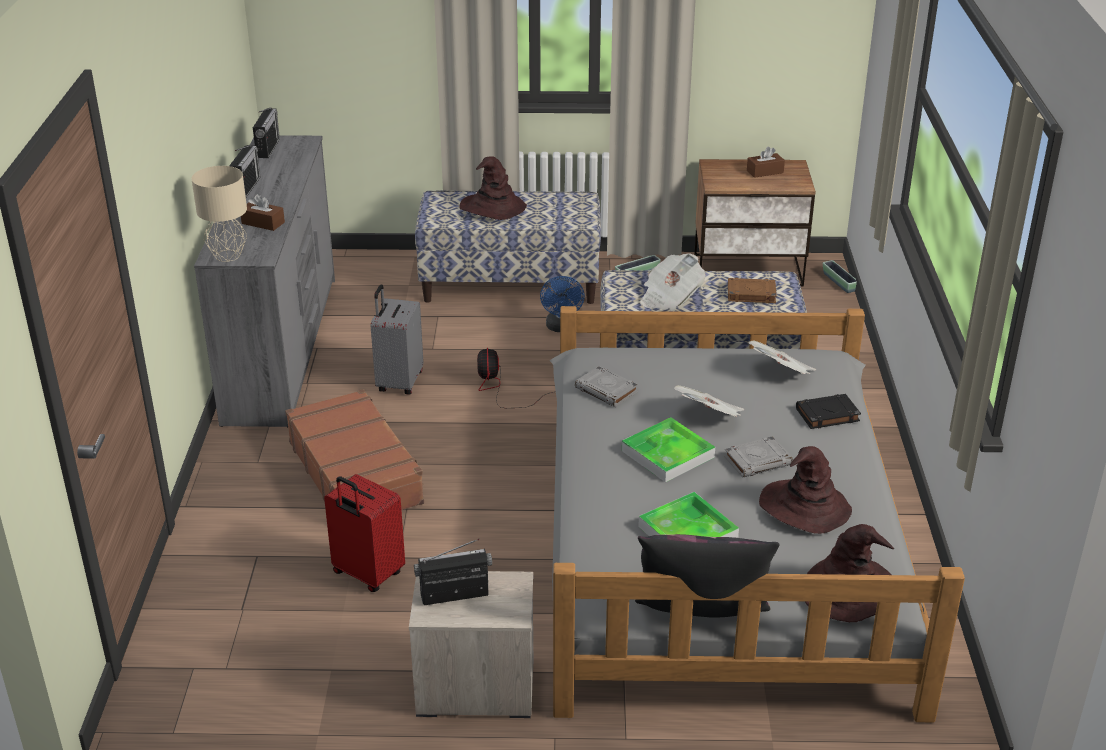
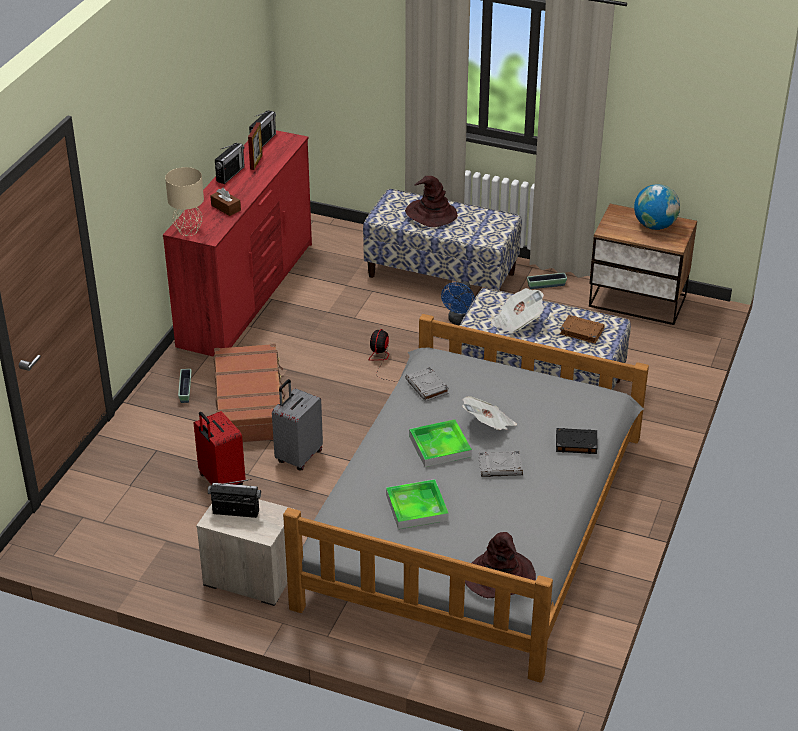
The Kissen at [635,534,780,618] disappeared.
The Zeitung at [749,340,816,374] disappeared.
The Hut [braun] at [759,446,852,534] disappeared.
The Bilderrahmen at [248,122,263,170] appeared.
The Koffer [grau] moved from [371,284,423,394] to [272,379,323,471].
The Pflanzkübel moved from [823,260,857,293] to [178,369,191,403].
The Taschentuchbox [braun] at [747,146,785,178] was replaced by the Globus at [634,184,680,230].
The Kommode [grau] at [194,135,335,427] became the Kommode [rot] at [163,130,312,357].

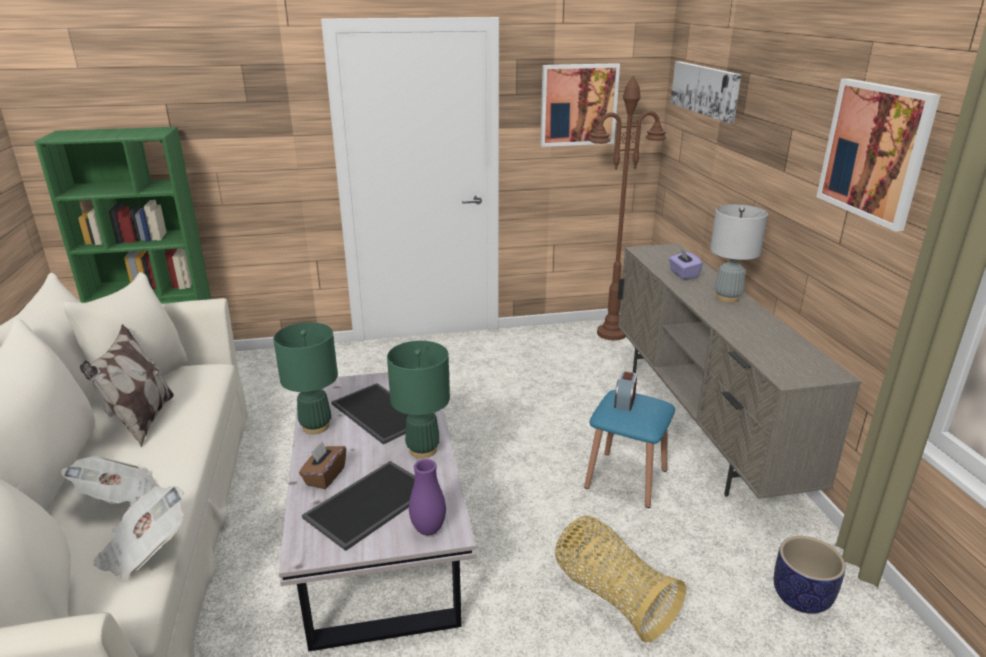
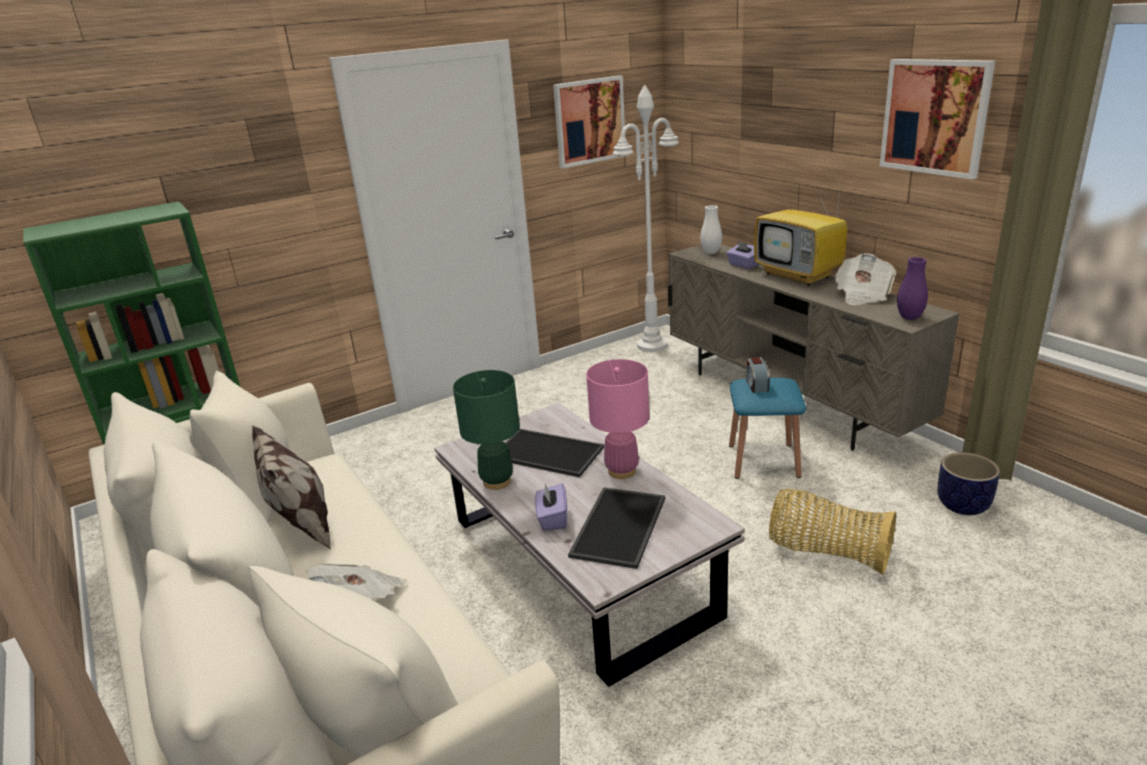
The Bild at [671,61,741,123] disappeared.
The Vase [weiß] at [700,205,722,254] appeared.
The Zeitung moved from [94,486,184,579] to [834,253,896,305].
The Vase [lila] moved from [409,459,446,535] to [897,257,928,320].
The Tischlampe [grau] at [710,204,768,303] was replaced by the Fernseher at [754,173,847,286].
The Taschentuchbox [braun] at [299,441,346,489] became the Taschentuchbox [lila] at [535,483,567,531].
The Tischlampe [grün] at [387,341,450,459] became the Tischlampe [rosa] at [586,359,649,479].
The Stehlampe [braun] at [589,75,666,340] became the Stehlampe [weiß] at [613,85,679,352].

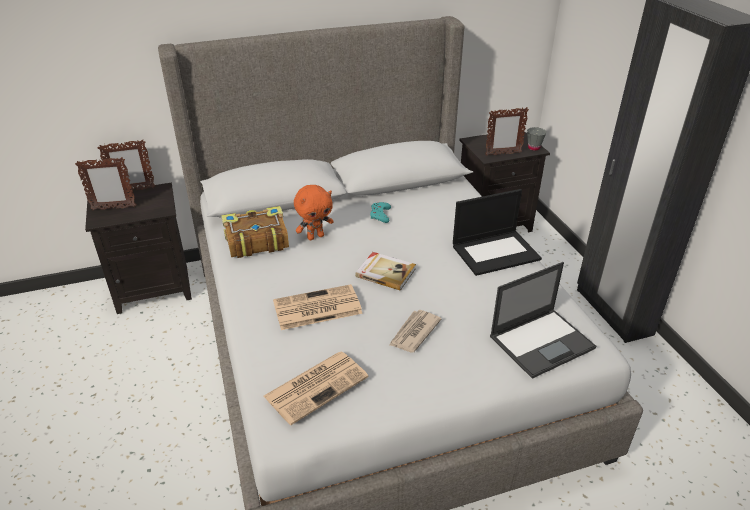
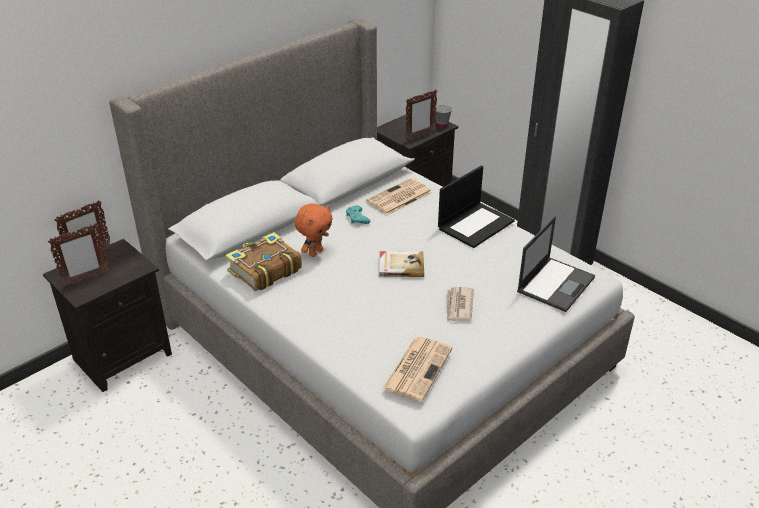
The Zeitung moved from [273,284,363,330] to [366,178,432,215].

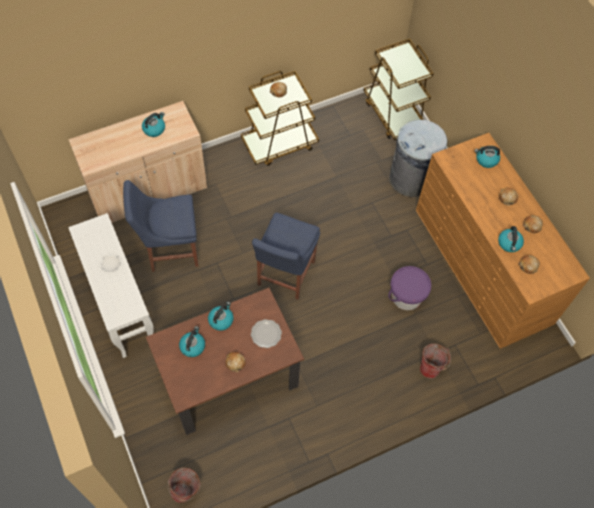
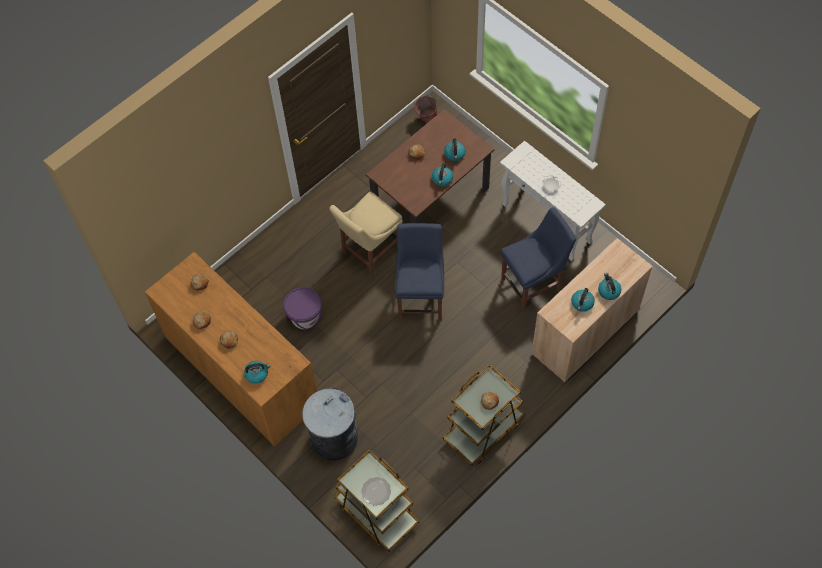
The Eimer at [420,344,451,379] disappeared.
The Stuhl [beige] at [329,191,403,276] appeared.
The Teller moved from [251,319,282,348] to [361,477,391,506].
The Wasserkessel moved from [498,226,524,252] to [598,273,621,300].

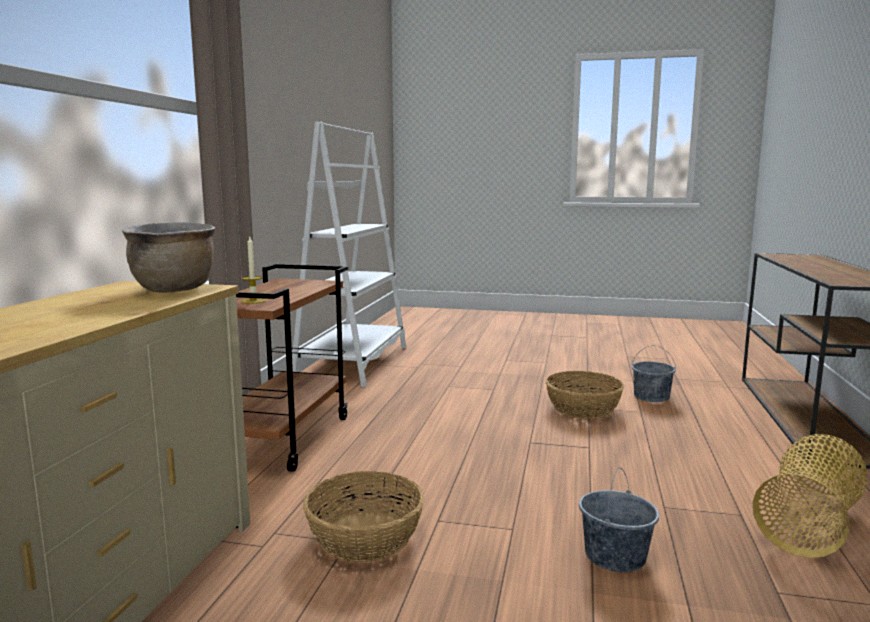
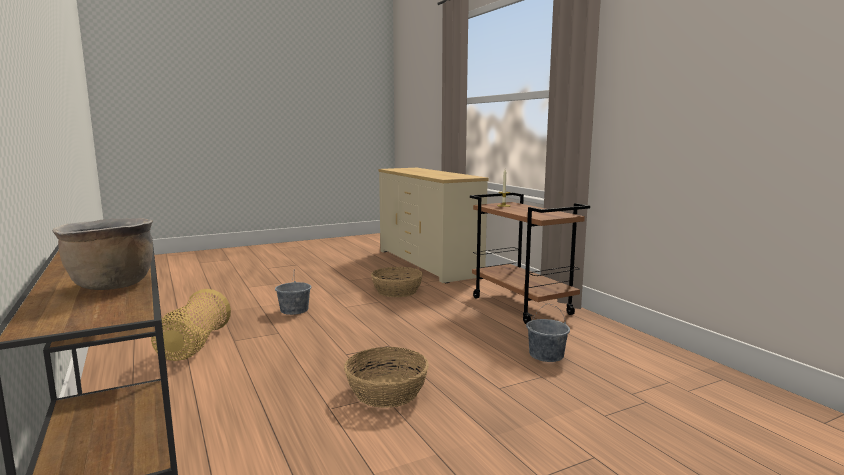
The Bücherregal [weiß] at [292,121,406,387] disappeared.
The Kochtopf [braun] moved from [122,222,216,292] to [52,218,153,290].
The Eimer [grau] moved from [632,345,676,402] to [526,304,570,362].

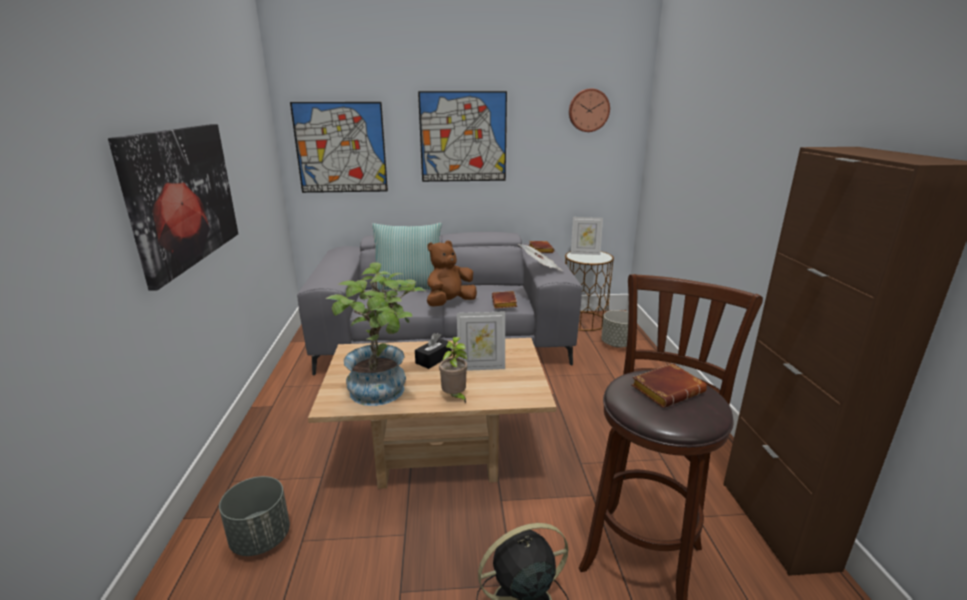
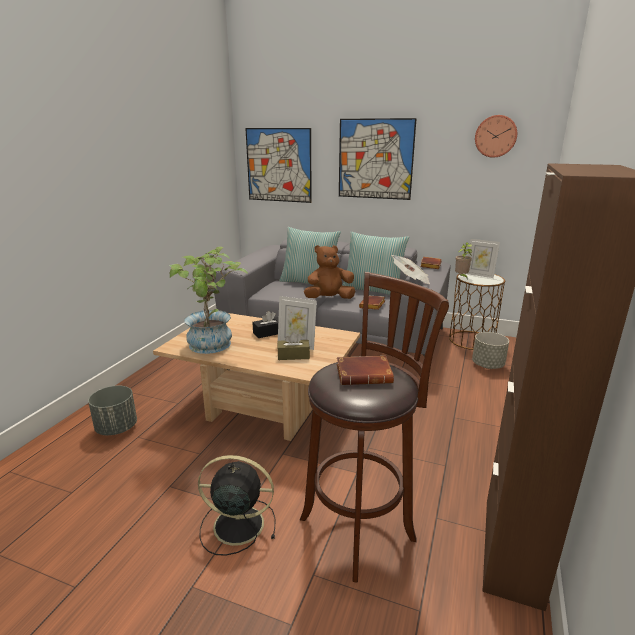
The Bild at [108,124,238,291] disappeared.
The Taschentuchbox [braun] at [277,332,310,360] appeared.
The Kissen at [342,232,409,295] appeared.
The Topfpflanze moved from [439,337,468,403] to [455,242,472,279].

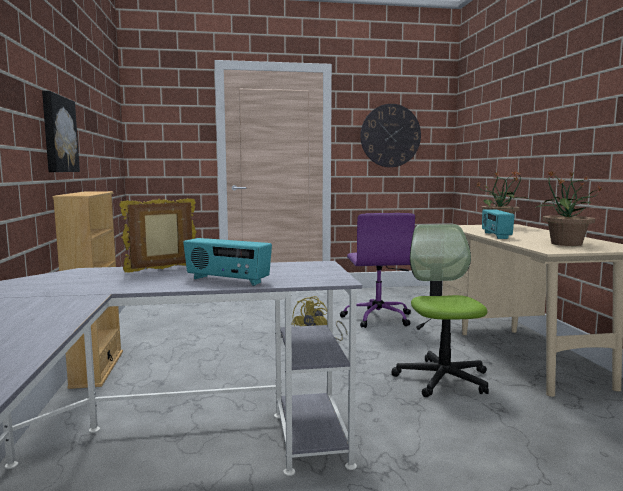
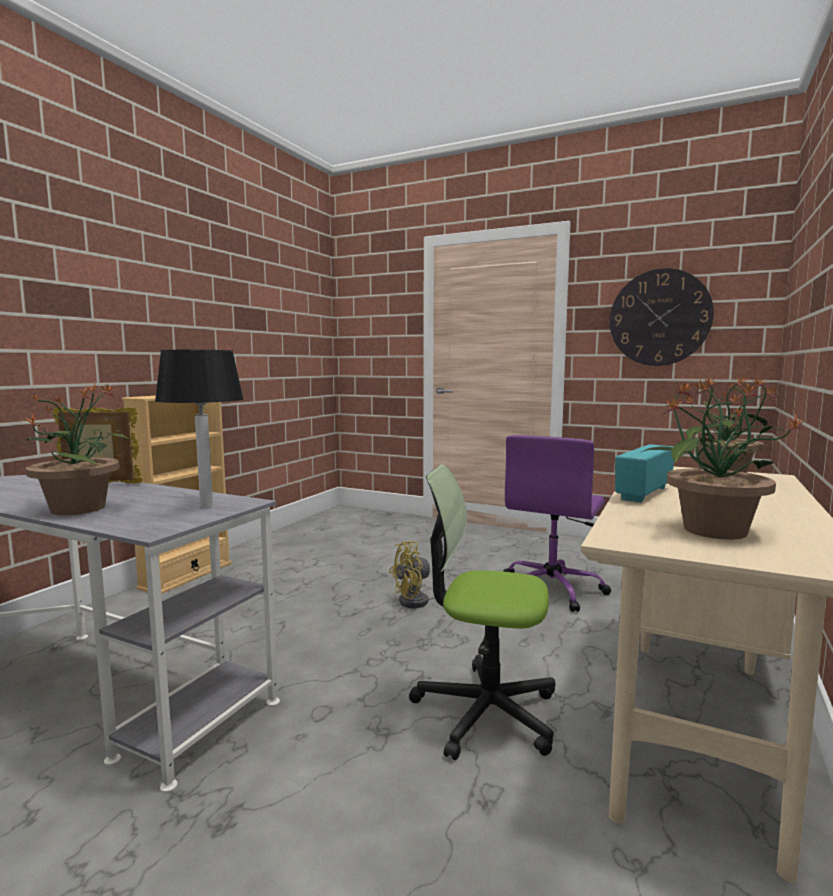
The Bild at [42,91,80,172] disappeared.
The Tischlampe at [155,350,244,508] appeared.
The Radio at [183,238,272,286] was replaced by the Topfpflanze at [24,383,130,515].
The Bürostuhl at [391,224,489,397] turned 105 degrees counterclockwise.

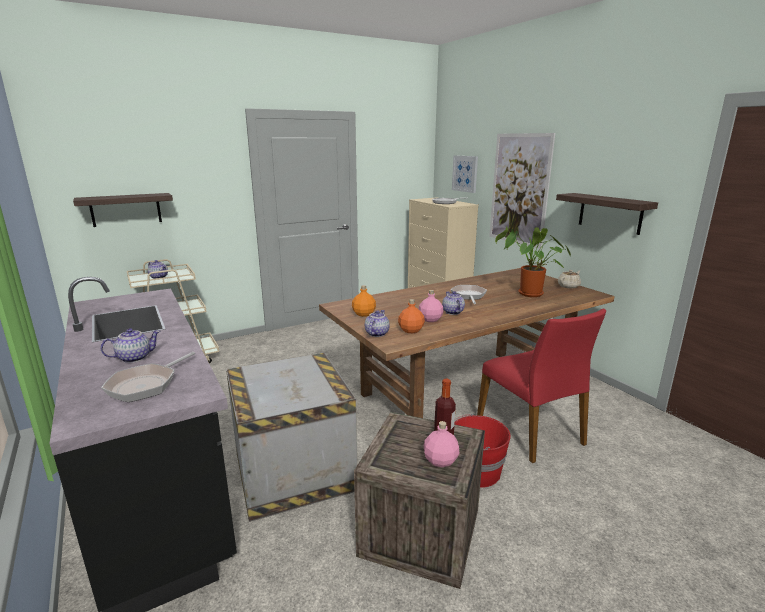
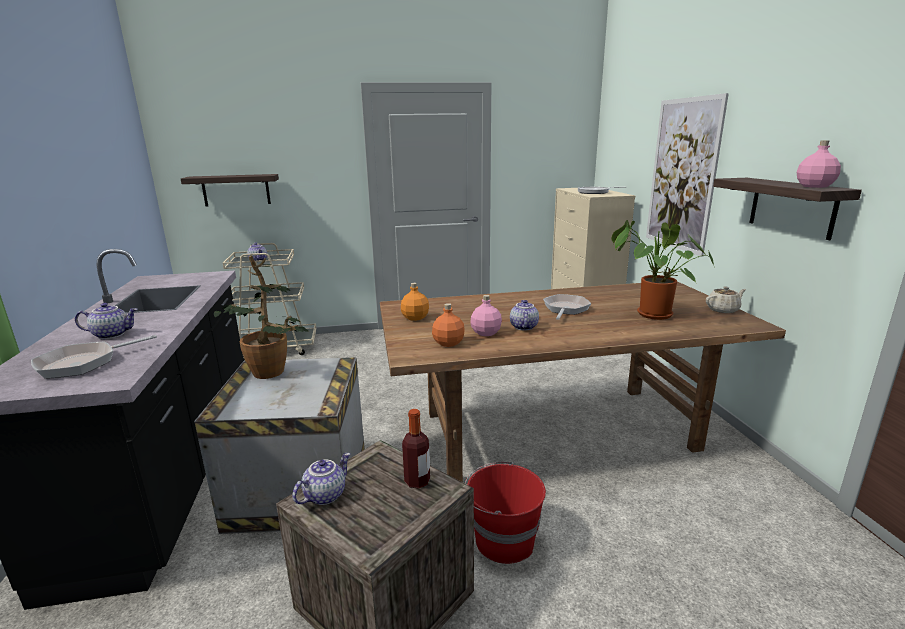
The Bild at [452,155,478,193] disappeared.
The Stuhl [rot] at [477,309,606,463] disappeared.
The Topfpflanze at [214,256,308,379] appeared.
The Teekanne moved from [365,310,390,337] to [292,453,350,505].
The Flasche [rosa] moved from [424,421,459,467] to [797,141,841,188].

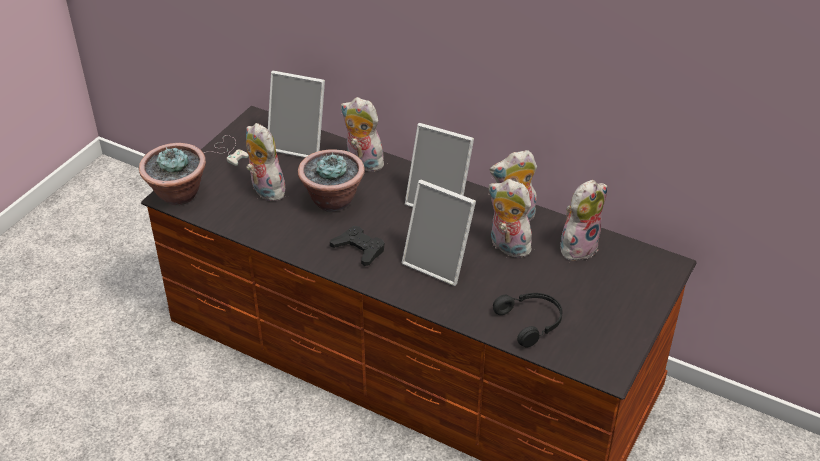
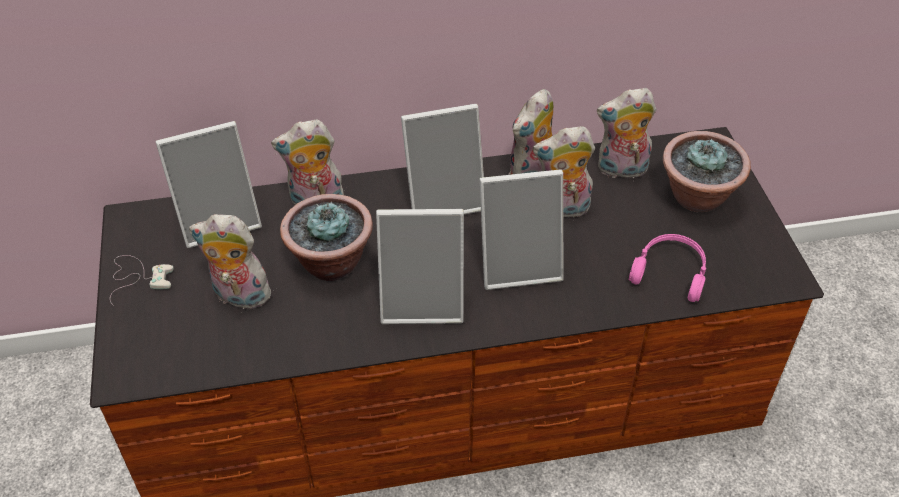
The Topfpflanze moved from [139,143,206,205] to [663,131,751,213].
The Gamepad [schwarz] at [330,226,385,266] was replaced by the Bilderrahmen at [376,209,464,324].
The Kopfhörer [schwarz] at [493,293,563,347] became the Kopfhörer [rosa] at [629,234,706,302].
The Plüschtier at [560,180,607,261] turned 105 degrees counterclockwise.

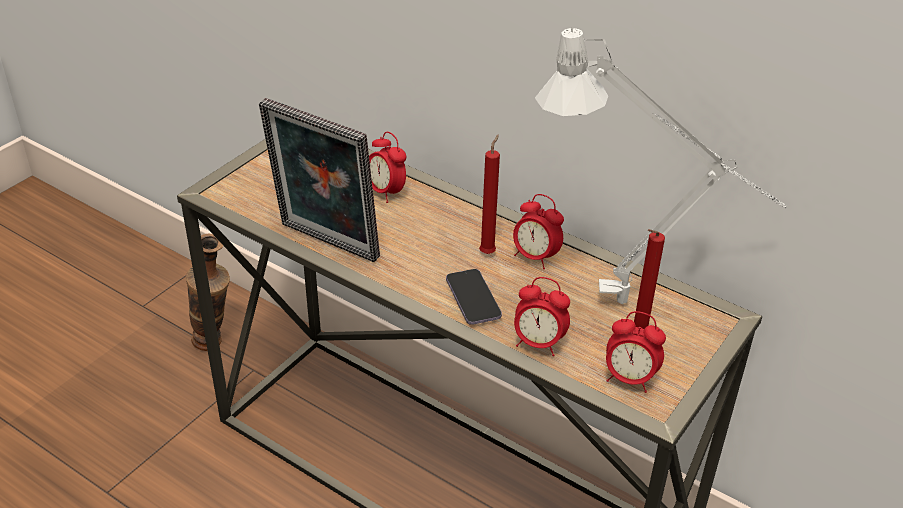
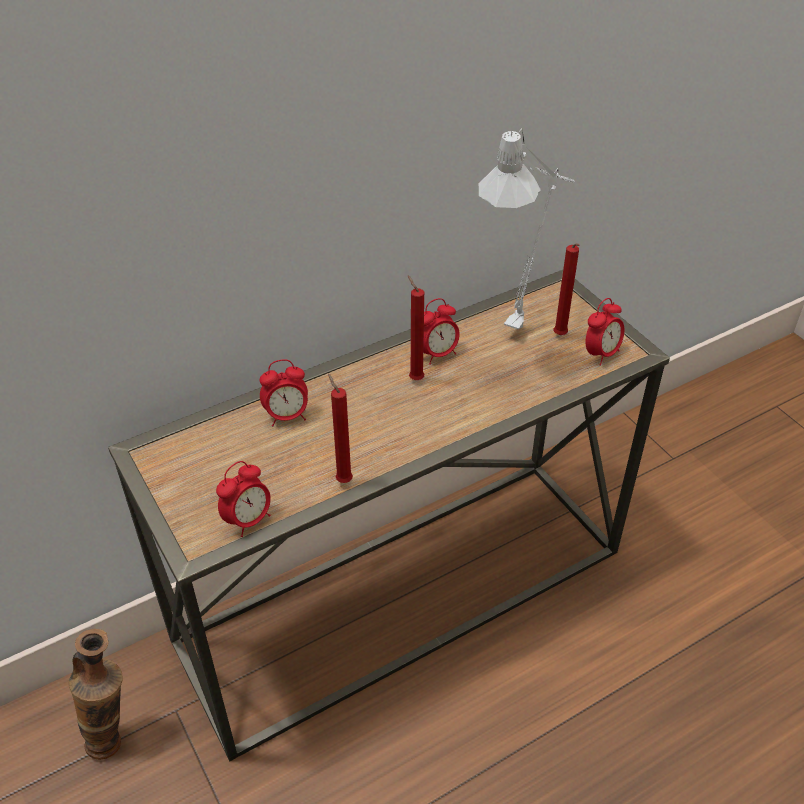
The Handy at [446,269,502,325] disappeared.
The Wecker moved from [514,277,570,356] to [216,461,271,537].
The Bilderrahmen at [259,98,380,262] was replaced by the Kerze [rot] at [328,374,353,483].

